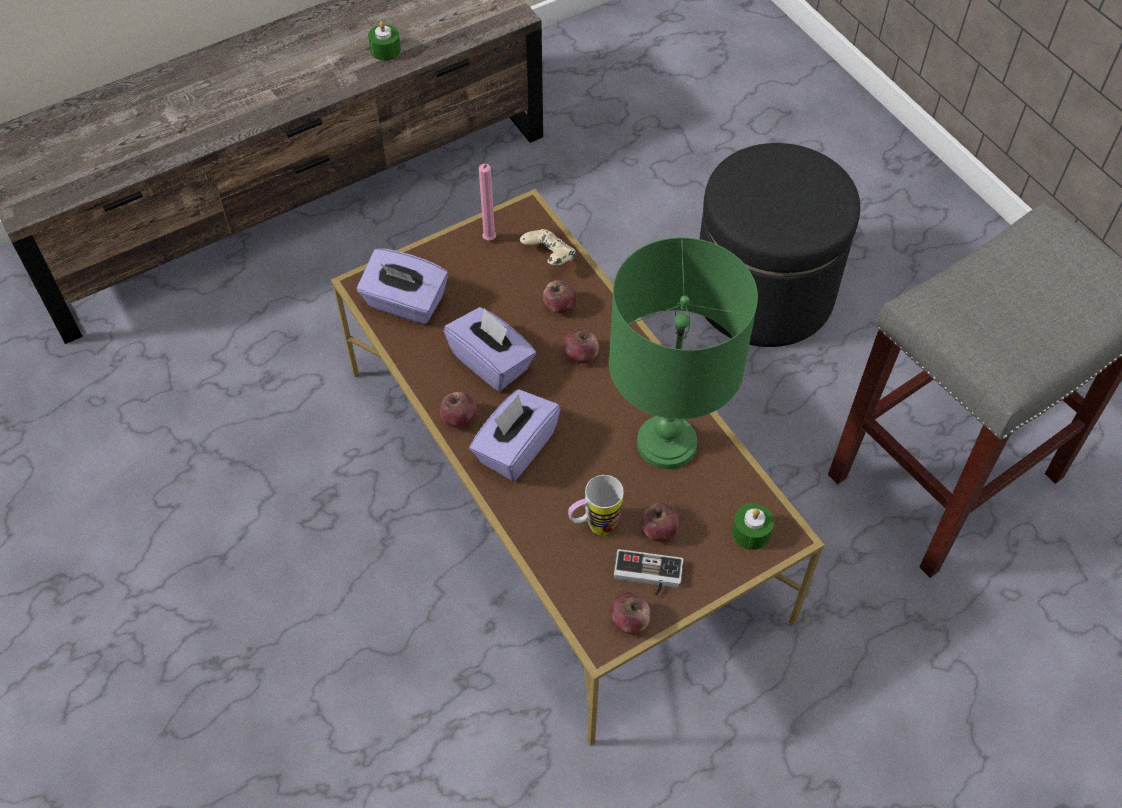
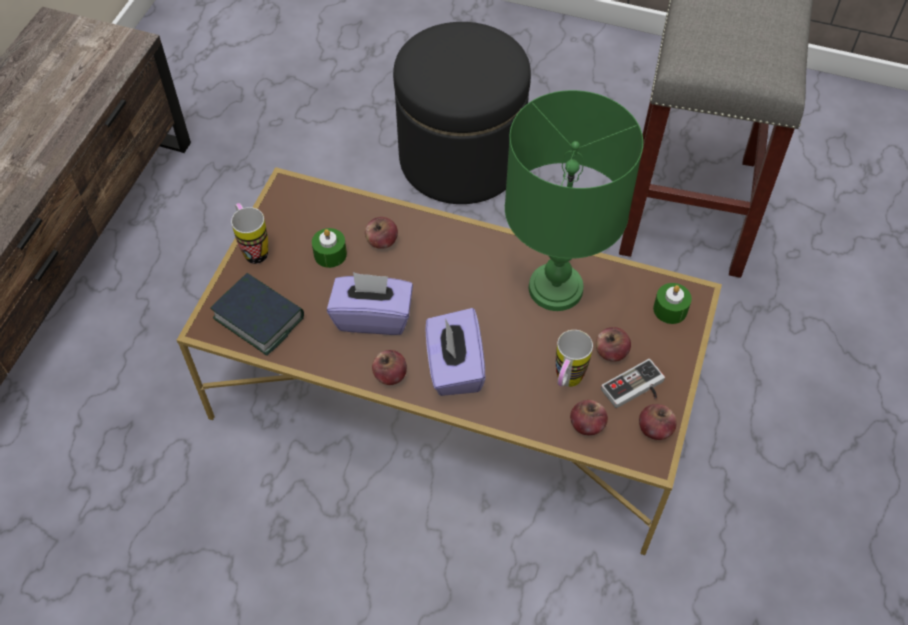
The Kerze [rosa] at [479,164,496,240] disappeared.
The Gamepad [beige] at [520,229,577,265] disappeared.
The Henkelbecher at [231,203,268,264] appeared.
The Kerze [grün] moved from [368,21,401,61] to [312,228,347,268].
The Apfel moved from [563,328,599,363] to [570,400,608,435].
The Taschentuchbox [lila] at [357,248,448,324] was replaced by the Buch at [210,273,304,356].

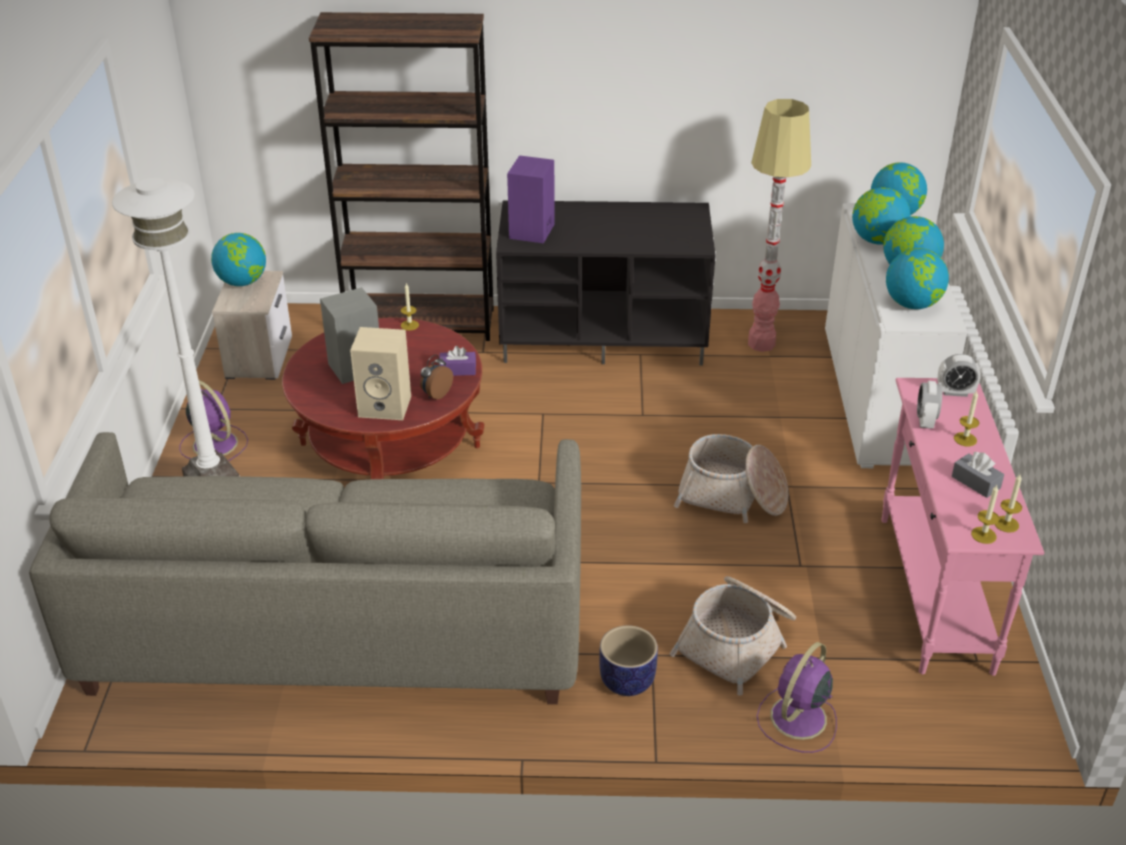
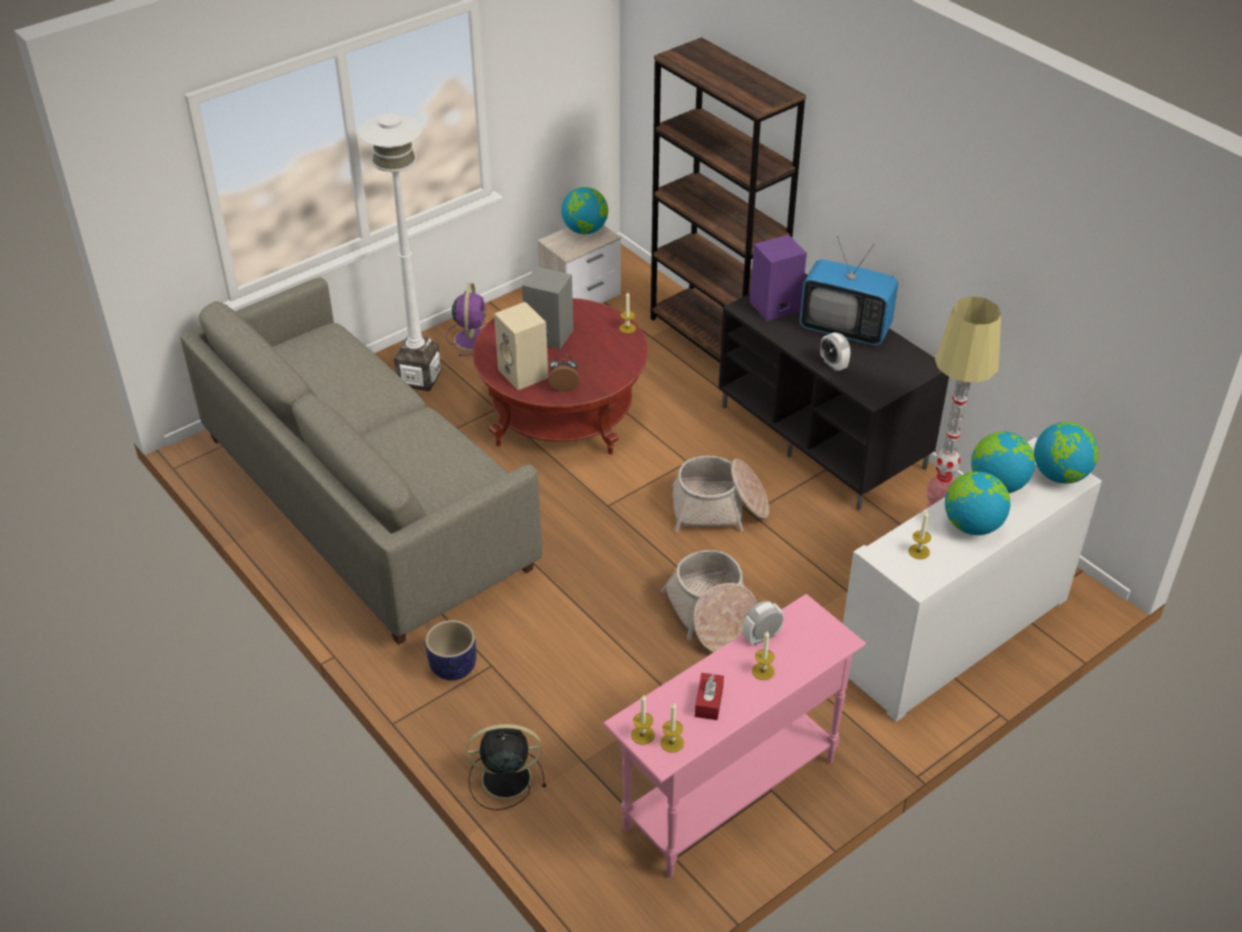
The Taschentuchbox [lila] at [439,346,476,376] disappeared.
The Fernseher at [800,236,898,345] appeared.
The Korb moved from [670,576,796,696] to [672,456,769,532].
The Wecker moved from [938,354,981,397] to [820,332,851,371].
The Globus at [886,248,949,309] was replaced by the Kerze at [909,511,931,559].
The Ventilator [lila] at [757,642,837,753] became the Ventilator [schwarz] at [466,724,546,810].
The Taschentuchbox [grau] at [952,452,1004,498] became the Taschentuchbox [rot] at [695,673,724,720].

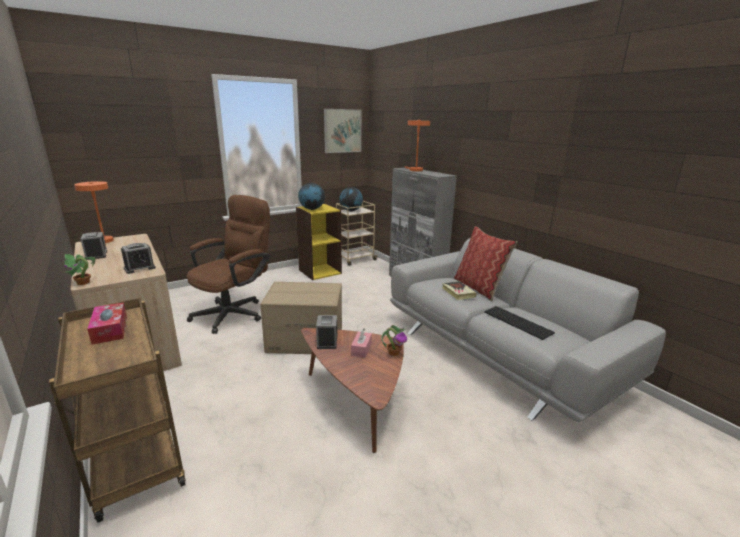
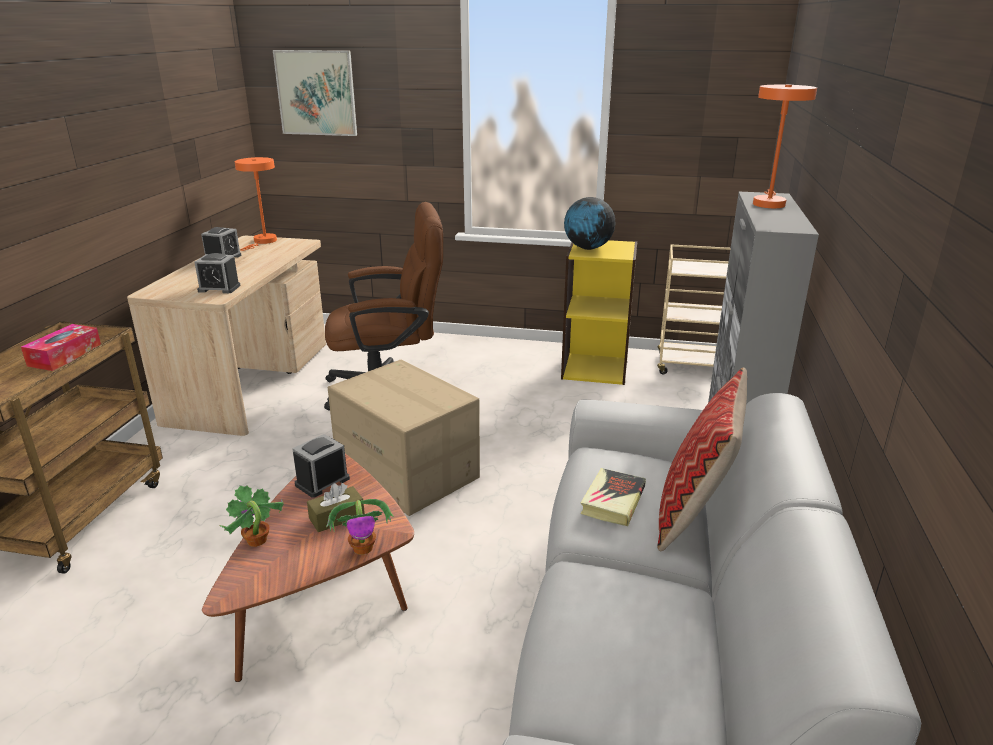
The Globus at [339,187,363,211] disappeared.
The Tastatur at [484,306,555,340] disappeared.
The Topfpflanze moved from [64,254,95,285] to [219,485,284,547].
The Bild moved from [324,109,361,153] to [273,50,357,136].
The Taschentuchbox [rosa] at [351,328,372,358] became the Taschentuchbox [braun] at [307,483,365,532].

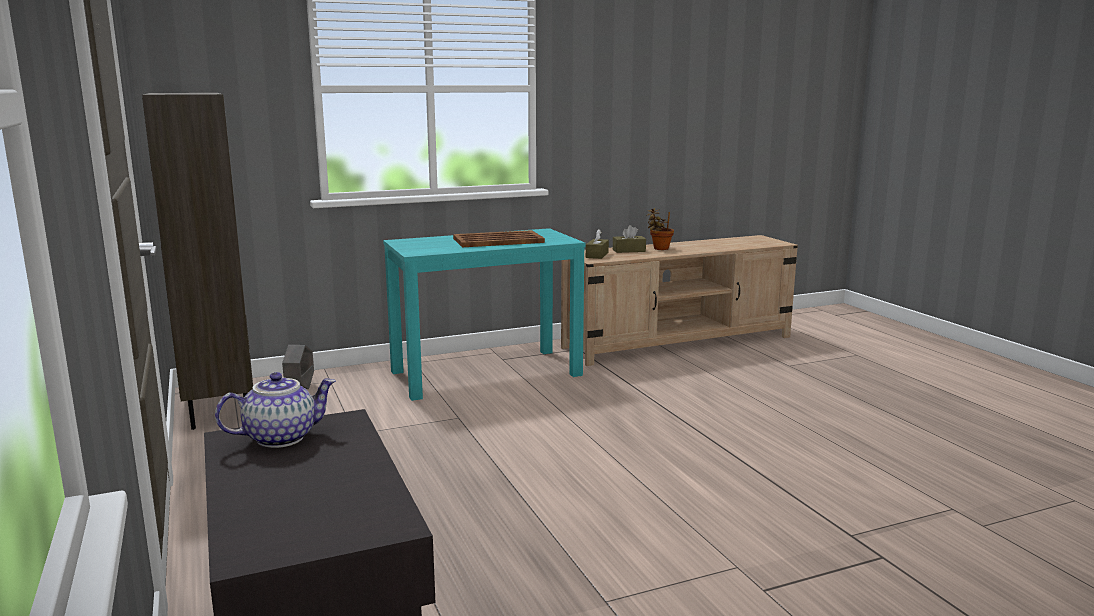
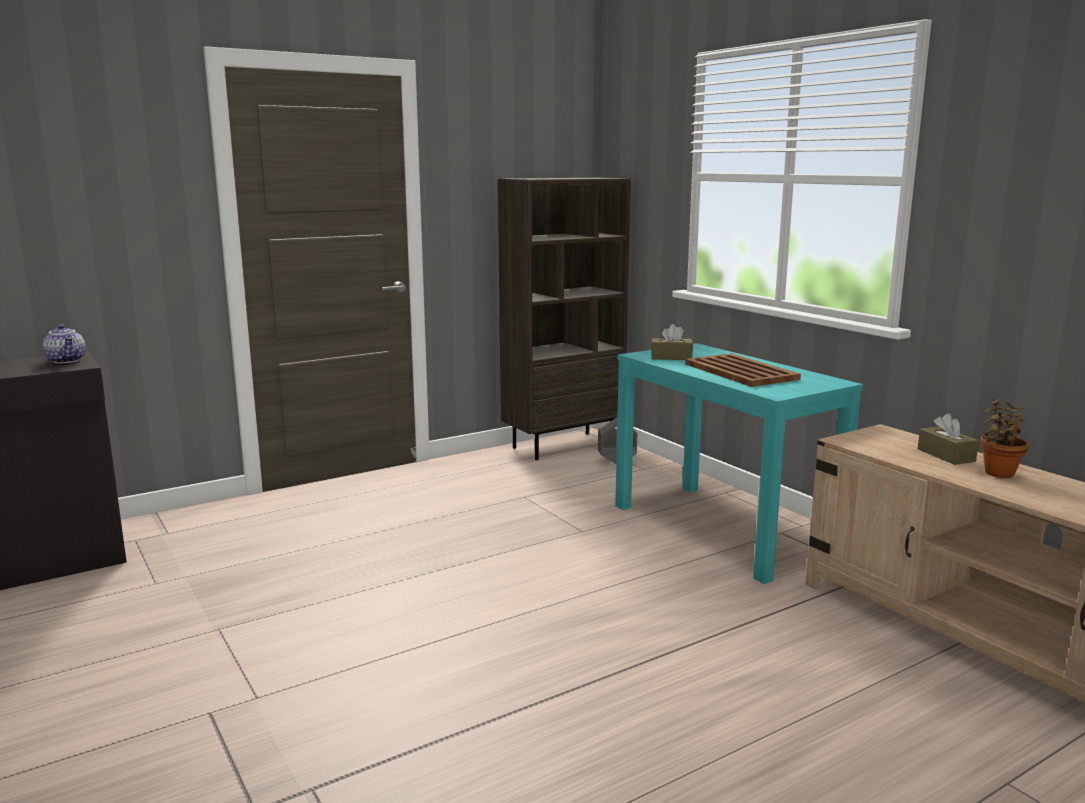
The Taschentuchbox [braun] moved from [586,229,609,259] to [651,324,693,360].

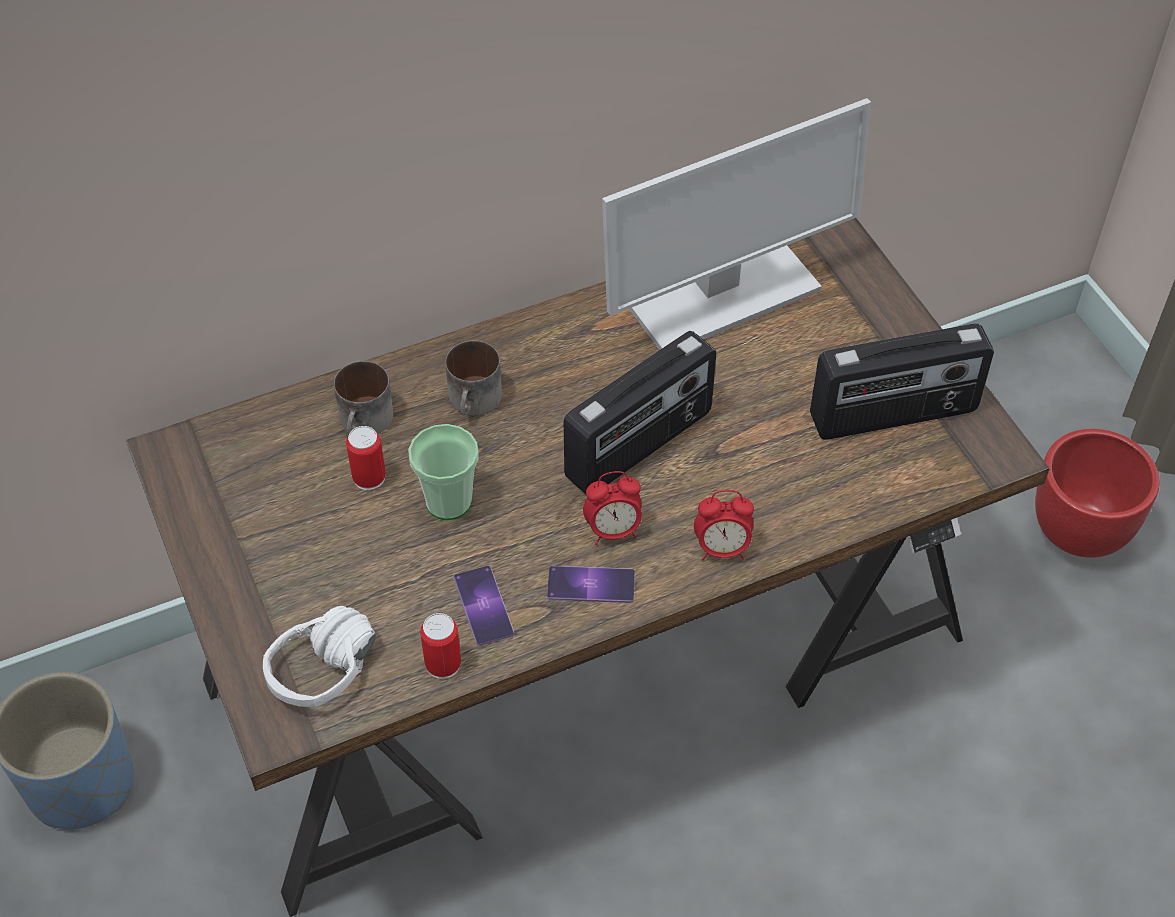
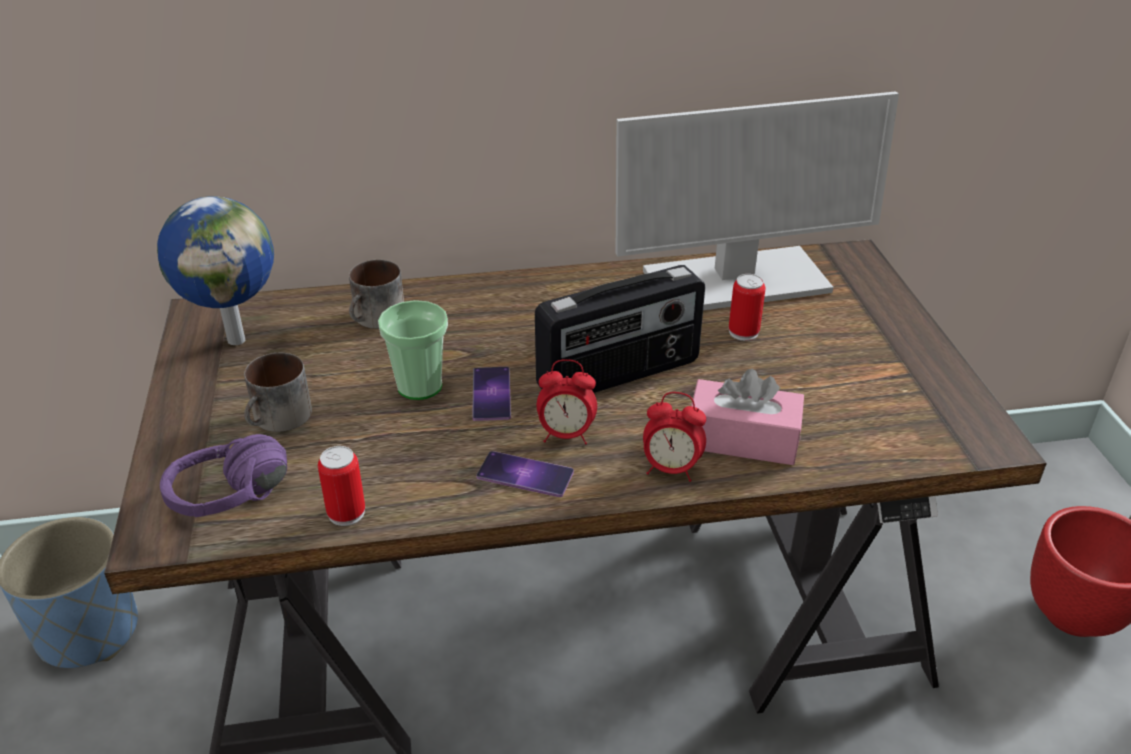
The Radio at [810,324,994,440] disappeared.
The Globus at [157,196,274,345] appeared.
The Taschentuchbox [rosa] at [691,369,804,465] appeared.
The Dose moved from [346,426,386,491] to [729,274,766,341].
The Henkelbecher moved from [445,341,502,415] to [244,353,312,432].
The Handy moved from [453,566,514,646] to [472,367,511,421].
The Kopfhörer [weiß] at [263,606,376,707] became the Kopfhörer [lila] at [160,434,287,517].

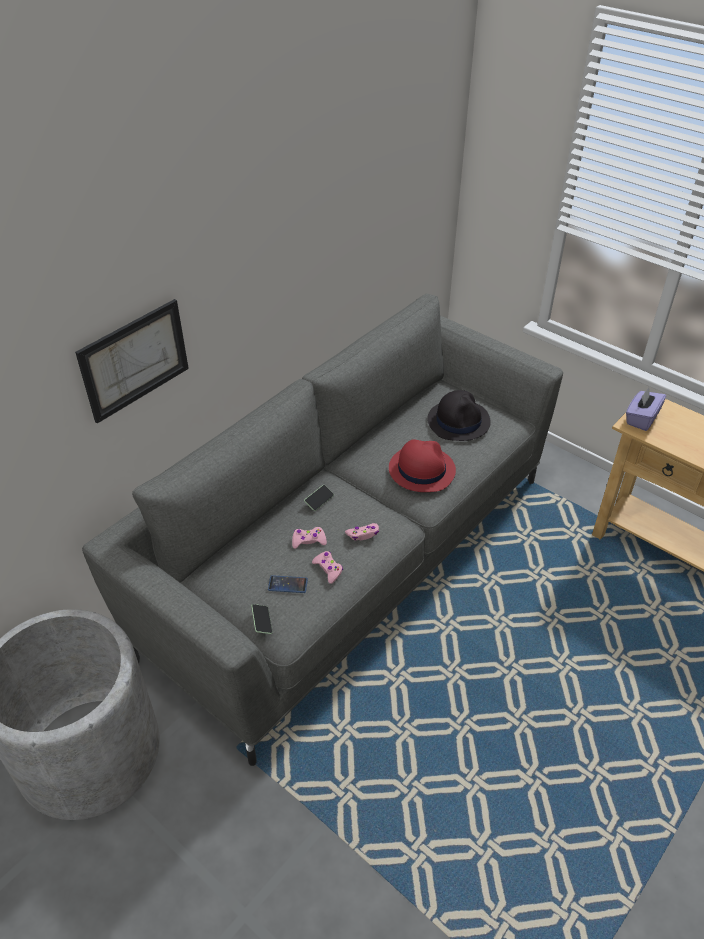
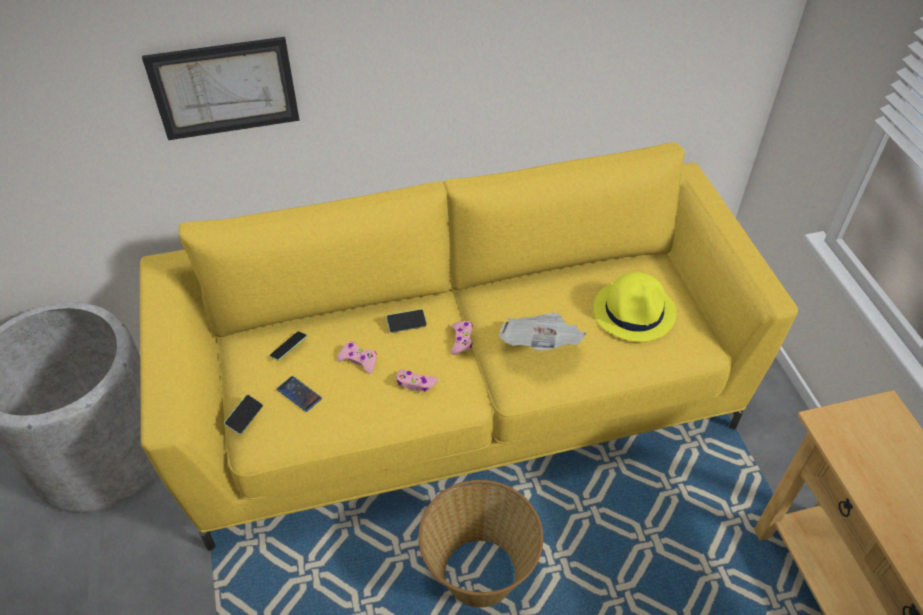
The Taschentuchbox [lila] at [626,388,666,431] disappeared.
The Handy at [269,331,307,361] appeared.
The Korb at [418,480,543,608] appeared.
The Gamepad [rosa] moved from [312,551,343,584] to [451,321,473,355].
The Hut [rot] at [389,440,456,492] was replaced by the Zeitung at [498,313,586,351].
The Sofa [grau] at [82,293,563,766] became the Sofa [gelb] at [140,142,798,551].
The Hut [schwarz] at [427,390,491,441] became the Hut [gelb] at [593,272,676,342].

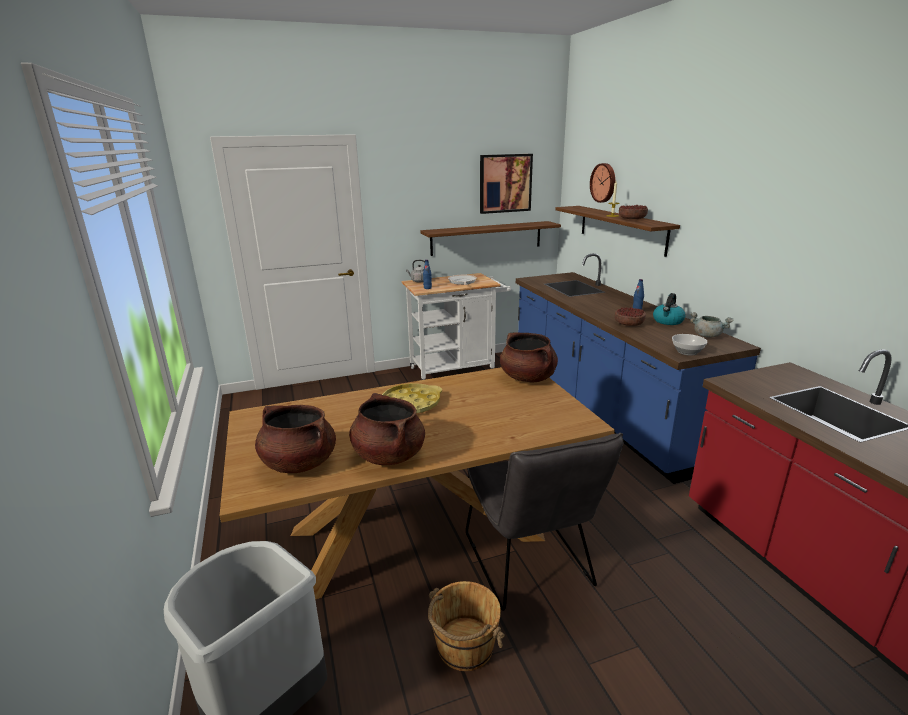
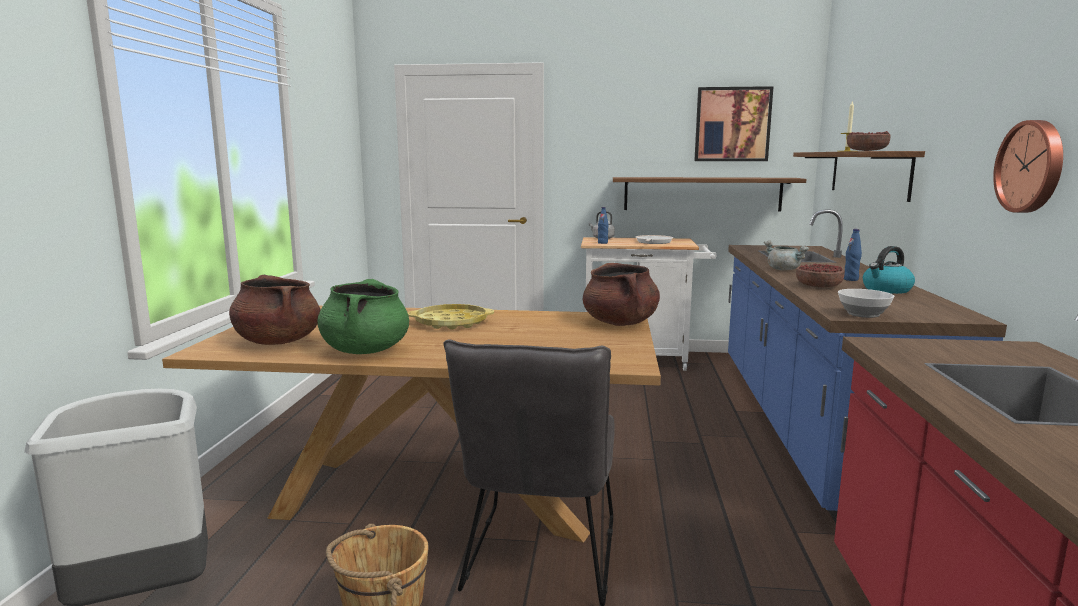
The Wanduhr moved from [590,163,615,203] to [993,120,1063,213].
The Kochtopf [grau] moved from [690,312,734,338] to [764,240,809,270].
The Kochtopf [braun] at [349,393,425,465] became the Kochtopf [grün] at [317,279,409,354].

